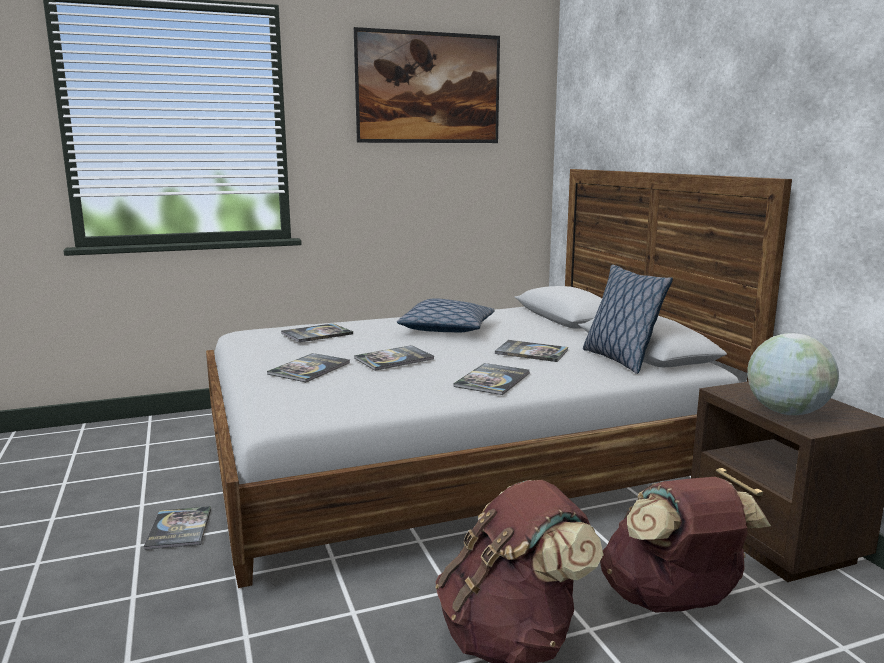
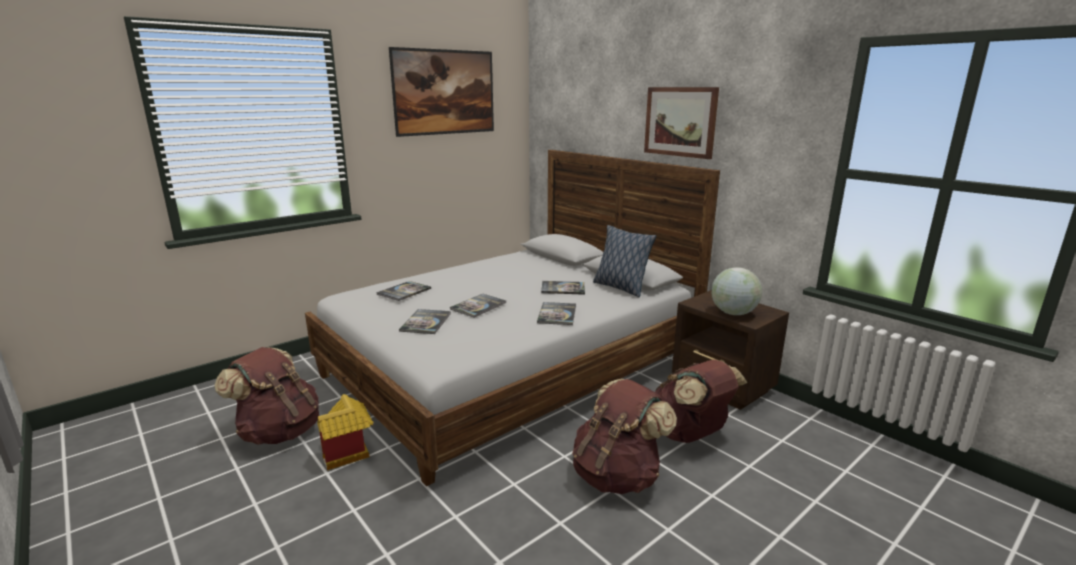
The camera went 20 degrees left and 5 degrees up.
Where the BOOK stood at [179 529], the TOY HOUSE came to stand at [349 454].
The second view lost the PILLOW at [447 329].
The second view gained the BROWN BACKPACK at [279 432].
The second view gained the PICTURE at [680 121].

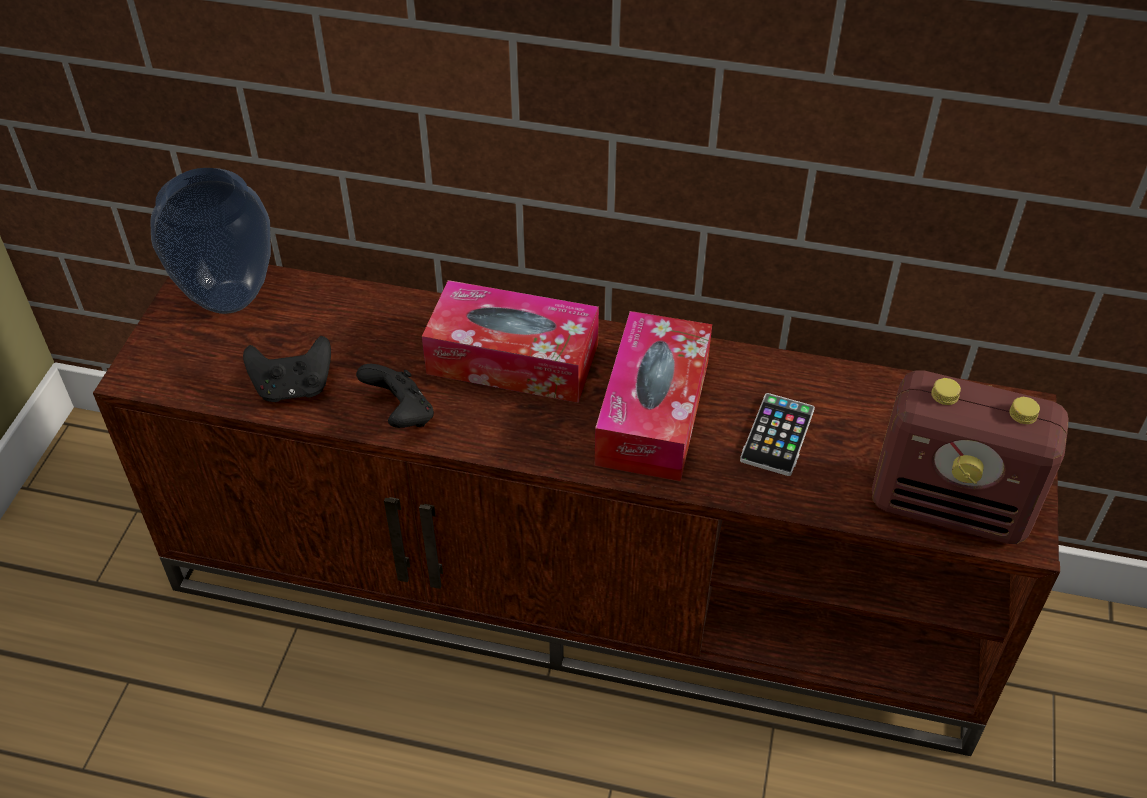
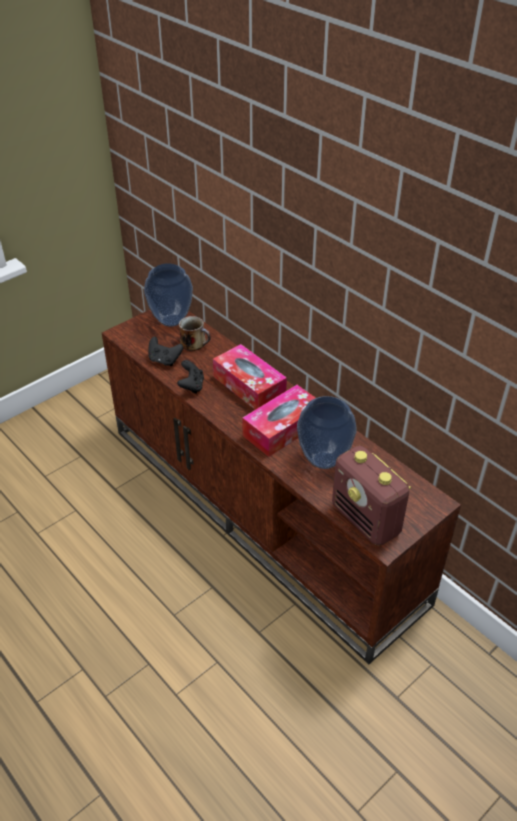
The camera went 35 degrees right and 5 degrees down.
Where the PHONE stood at [777 435], the VASE came to stand at [322 460].
The second view gained the MUG at [194 343].

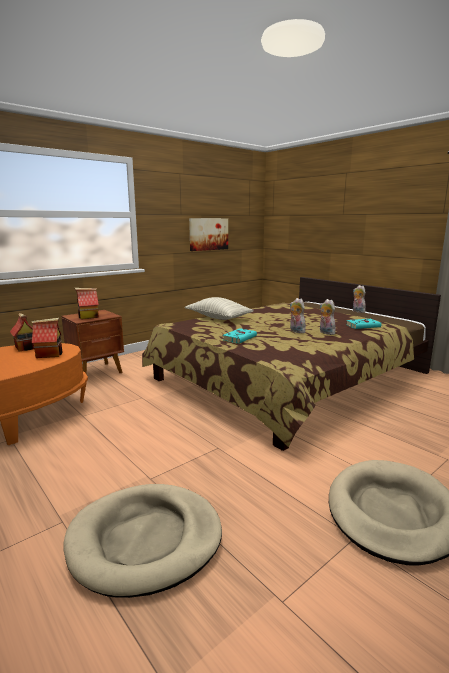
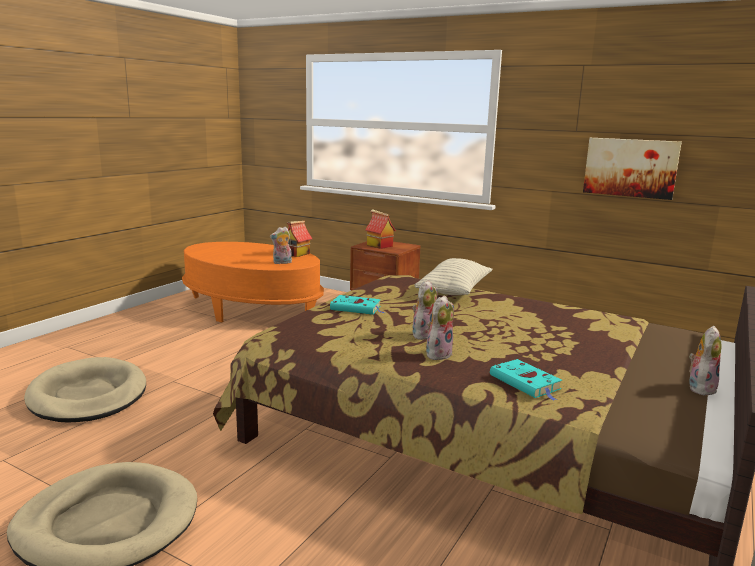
The camera went 70 degrees right and 0 degrees up.
Where the TOY HOUSE stood at [50 354], the PLUSH TOY came to stand at [282 263].

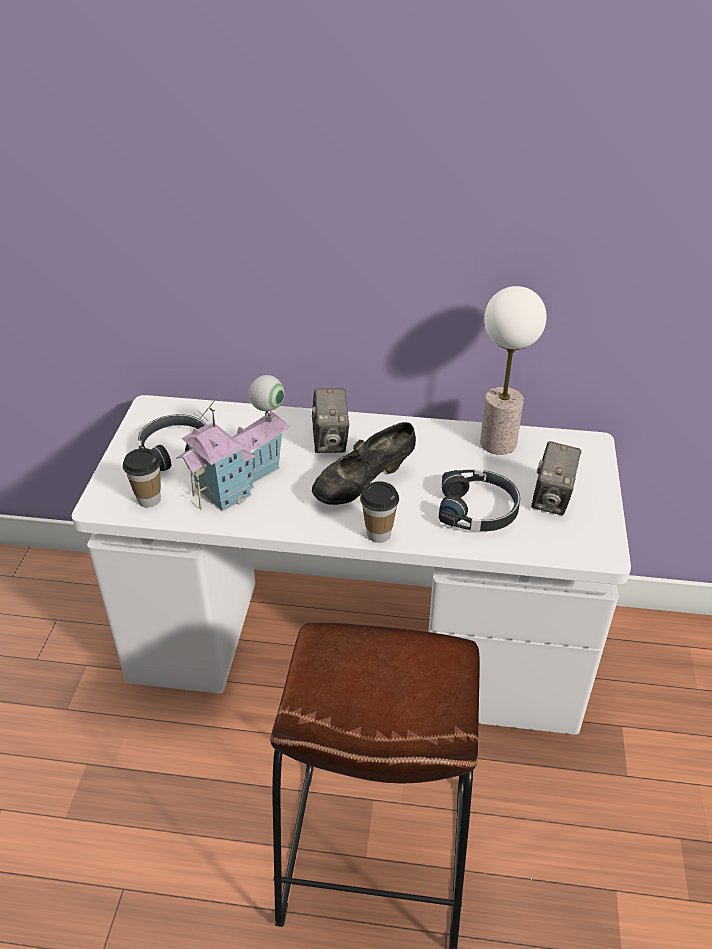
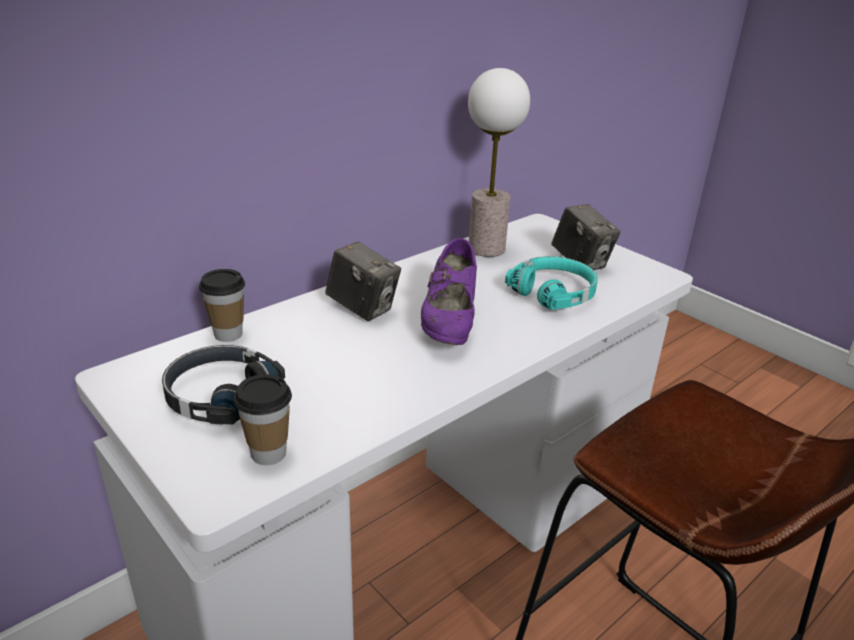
The camera went 50 degrees left and 10 degrees down.
The second view lost the TOY HOUSE at [240 482].
What was the BLACK SHOE at [363 485] turned into the PURPLE SHOE at [449 323].
The CUP ended up elsewhere, having gone from [378 534] to [228 334].
What was the BLACK HEADPHONES at [478 509] turned into the TURQUOISE HEADPHONES at [554 292].

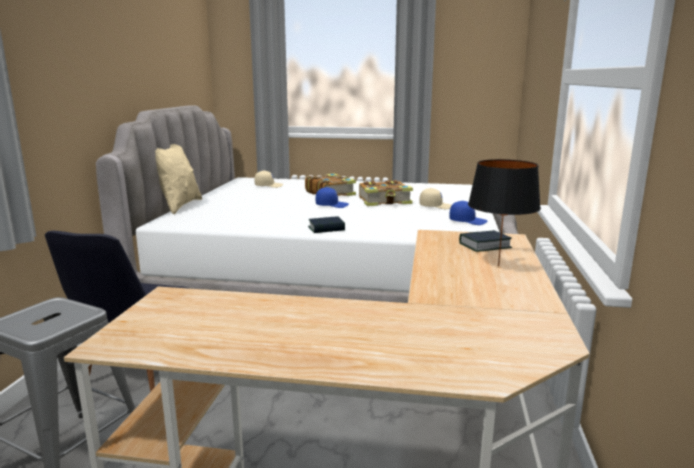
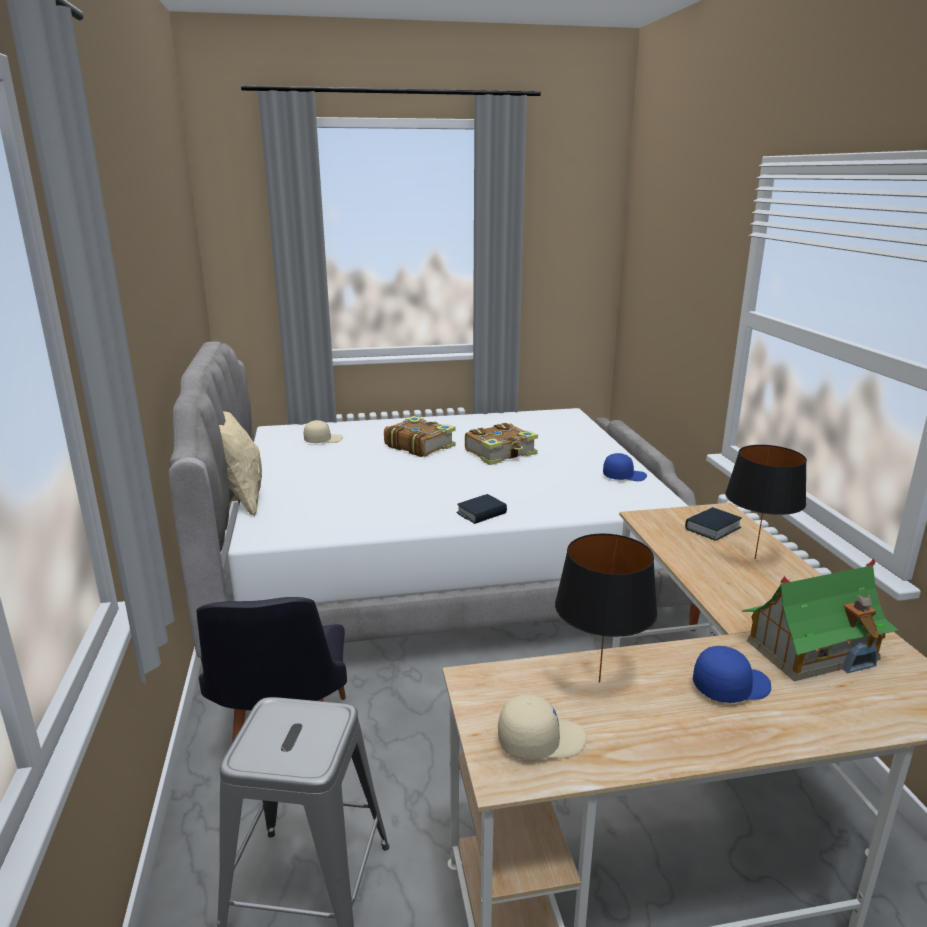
The camera went 20 degrees left and 5 degrees up.
The BLUE CAP ended up elsewhere, having gone from [332 205] to [730 686].
The BEIGE CAP ended up elsewhere, having gone from [435 206] to [540 740].
The second view gained the BLACK TABLE LAMP at [598 681].
The second view gained the TOY HOUSE at [813 649].

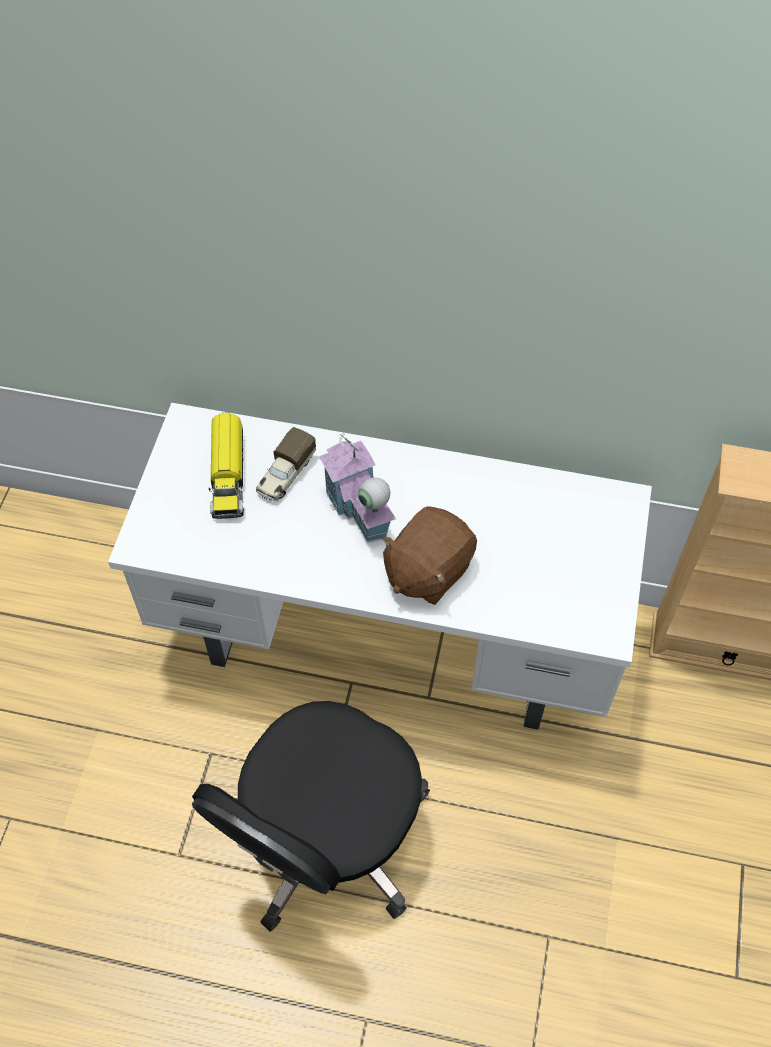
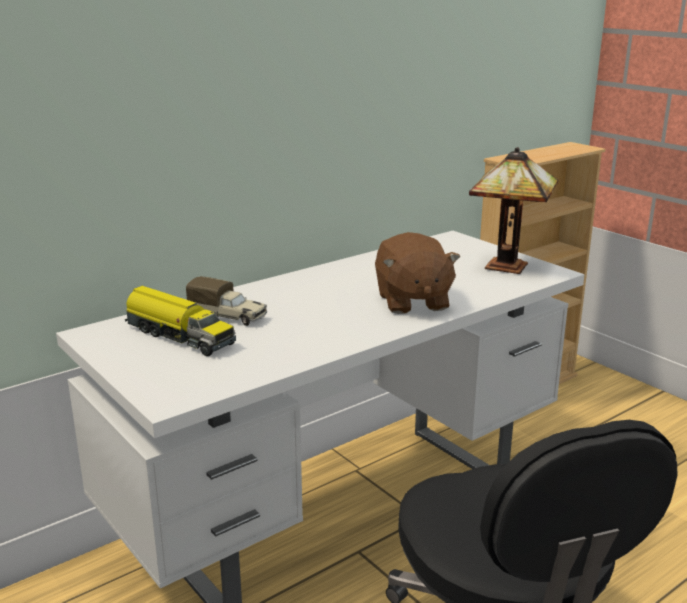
The camera went 50 degrees left and 35 degrees down.
The TOY TRUCK at [285 475] ended up facing another way, 45 degrees counterclockwise from before.
The second view lost the TOY HOUSE at [358 510].
The second view gained the TABLE LAMP at [510 266].

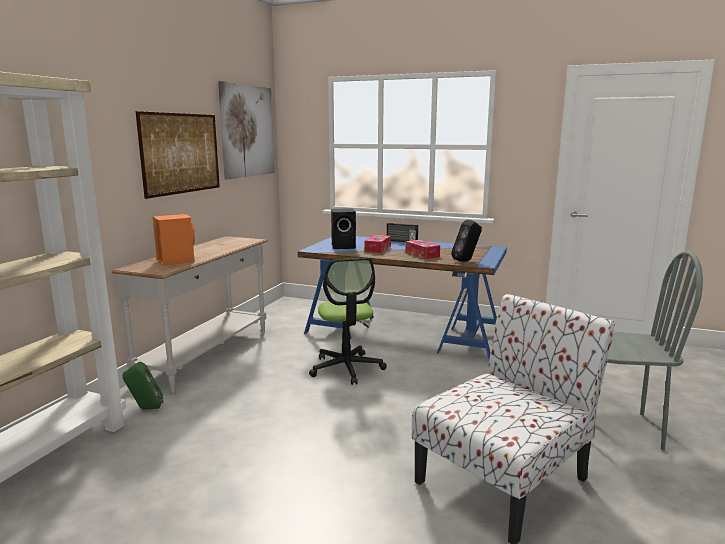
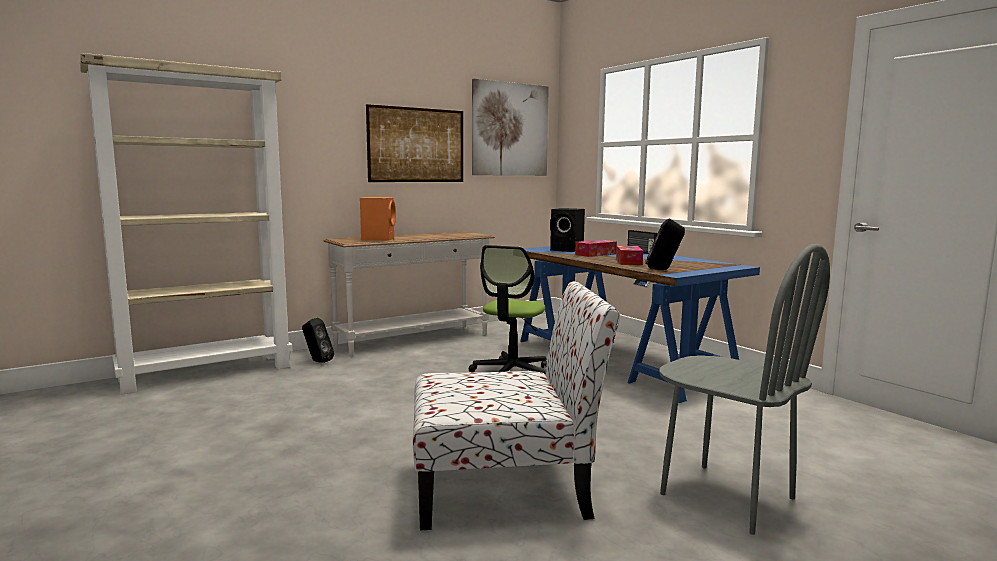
The camera went 35 degrees right and 5 degrees down.
What was the GREEN SPEAKER at [145 409] turned into the BLACK SPEAKER at [317 361].

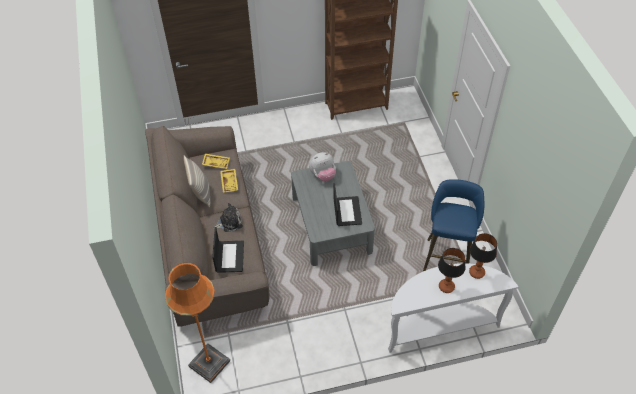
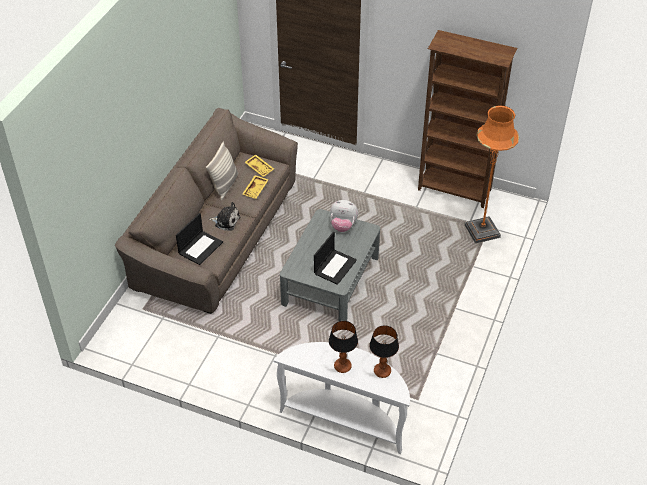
The camera went 35 degrees right and 5 degrees down.
The ORANGE FLOOR LAMP ended up elsewhere, having gone from [209 363] to [482 231].
The second view lost the BLUE STOOL at [447 256].

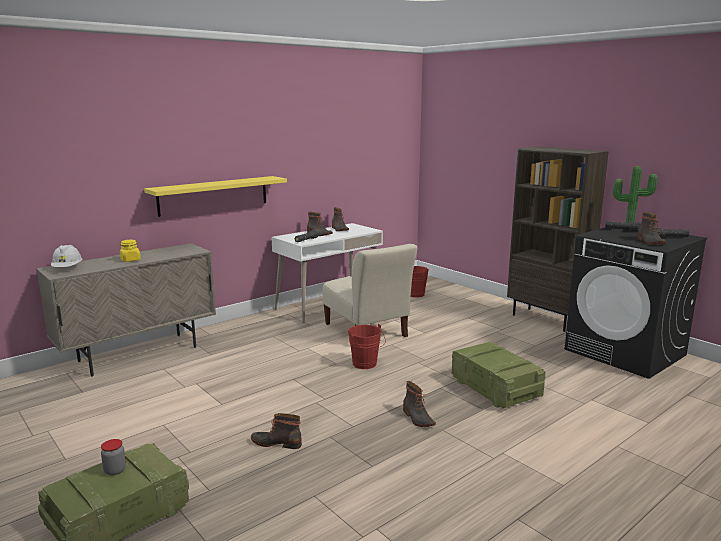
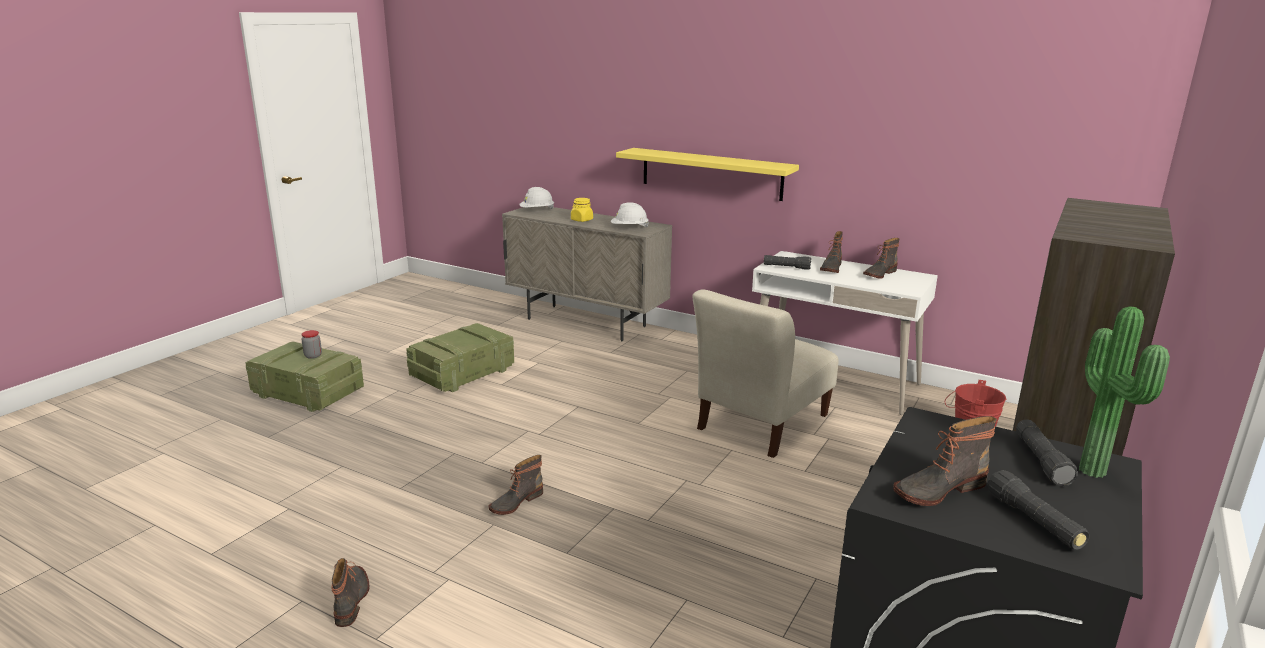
The camera went 70 degrees right and 5 degrees up.
The BOOT ended up elsewhere, having gone from [276 442] to [352 599].
The second view lost the RED BUCKET at [366 365].
The CRATE ended up elsewhere, having gone from [496 389] to [462 374].
The second view gained the WHITE HARD HAT at [629 228].

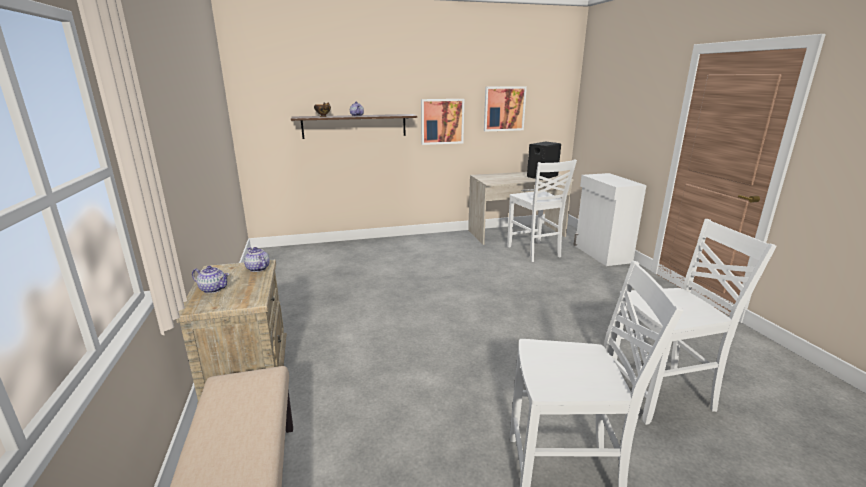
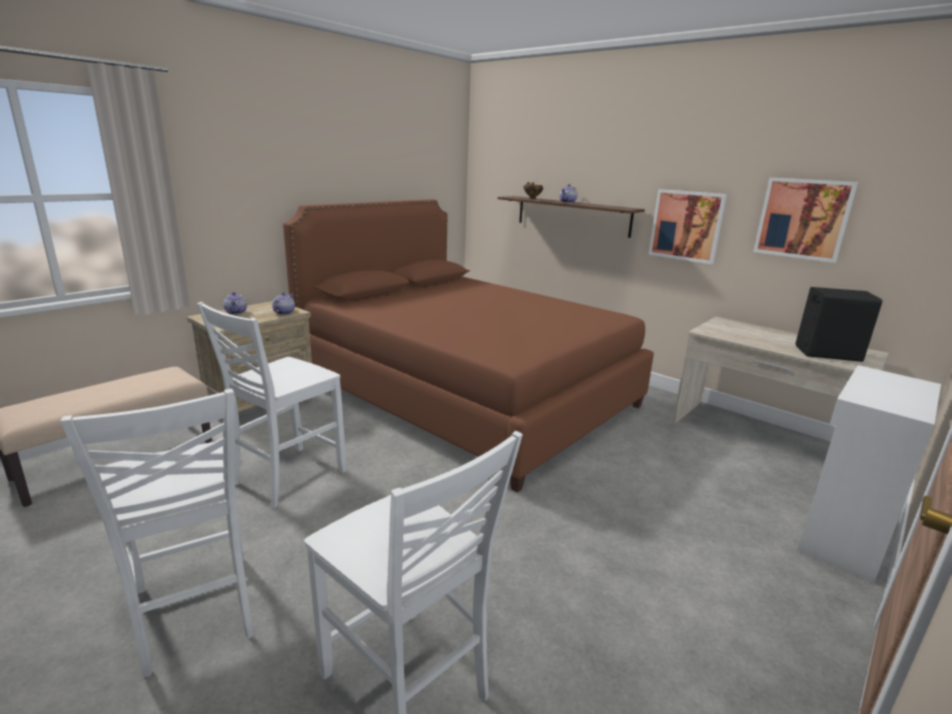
The camera went 55 degrees right and 0 degrees up.
The WHITE CHAIR ended up elsewhere, having gone from [534 252] to [287 477].
The second view gained the BROWN BED at [466 393].

